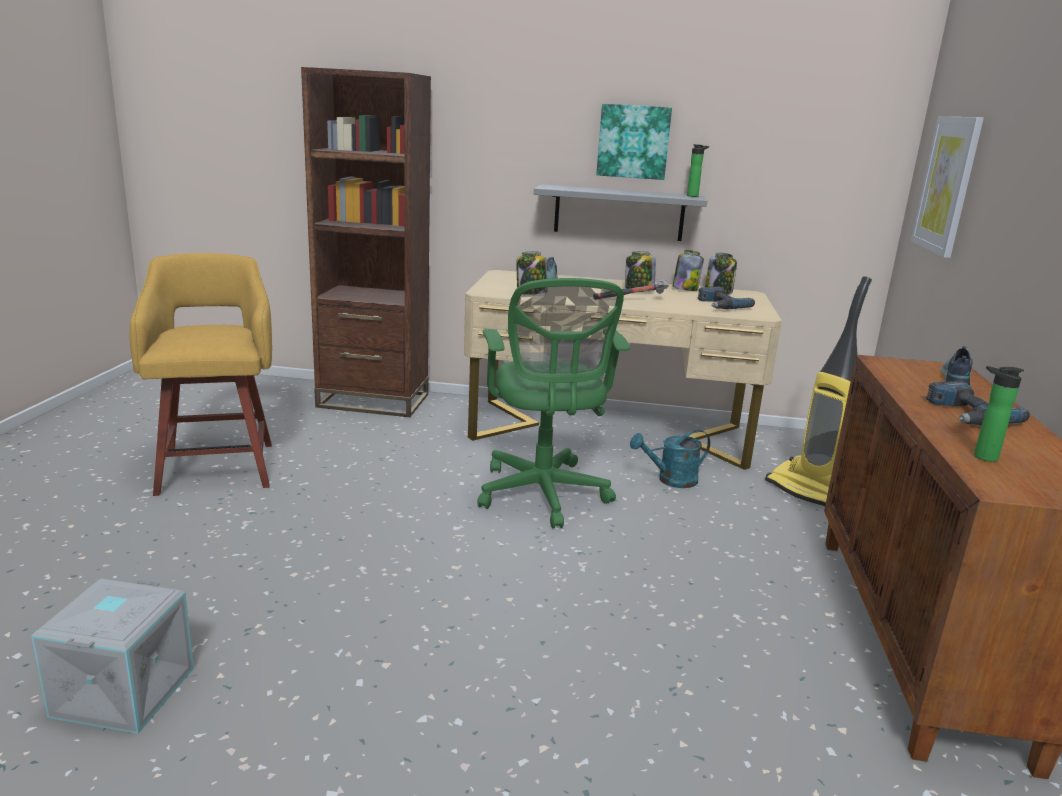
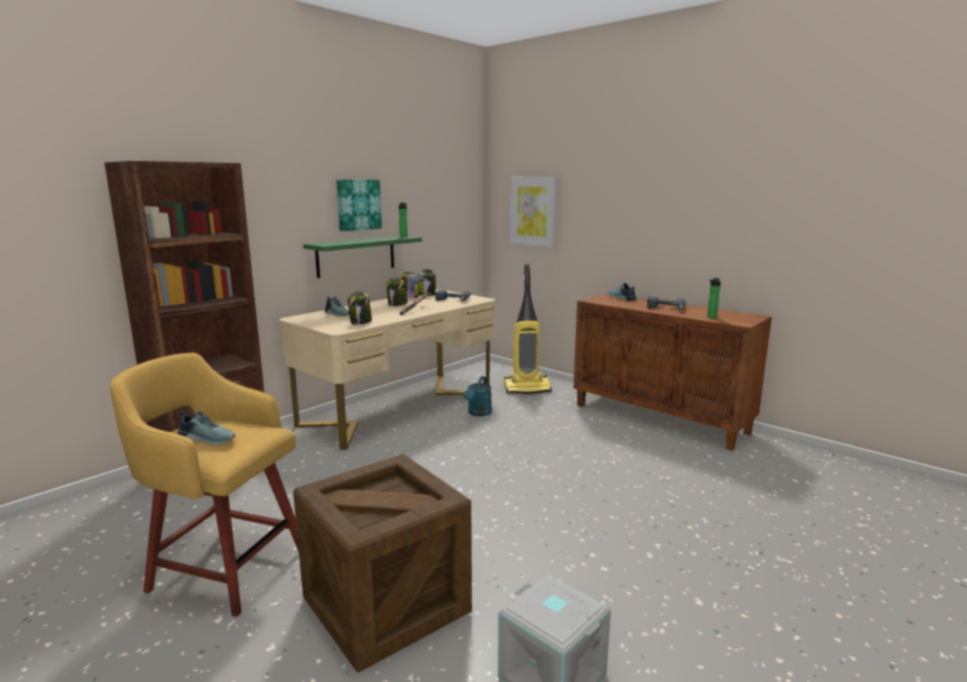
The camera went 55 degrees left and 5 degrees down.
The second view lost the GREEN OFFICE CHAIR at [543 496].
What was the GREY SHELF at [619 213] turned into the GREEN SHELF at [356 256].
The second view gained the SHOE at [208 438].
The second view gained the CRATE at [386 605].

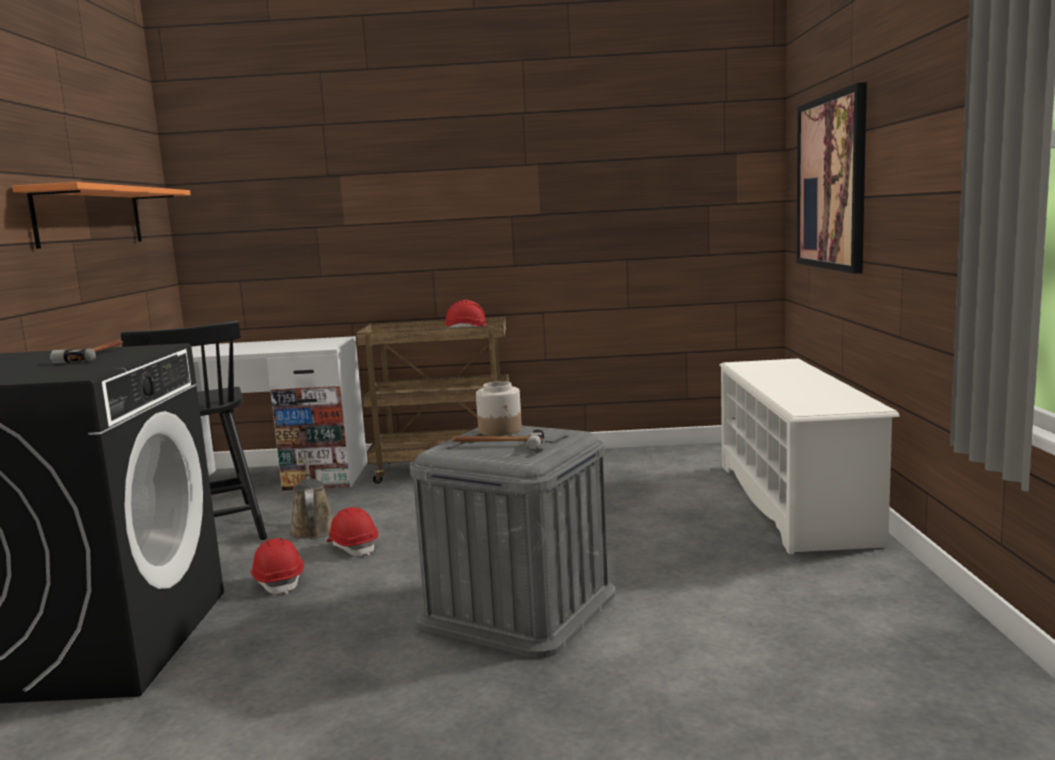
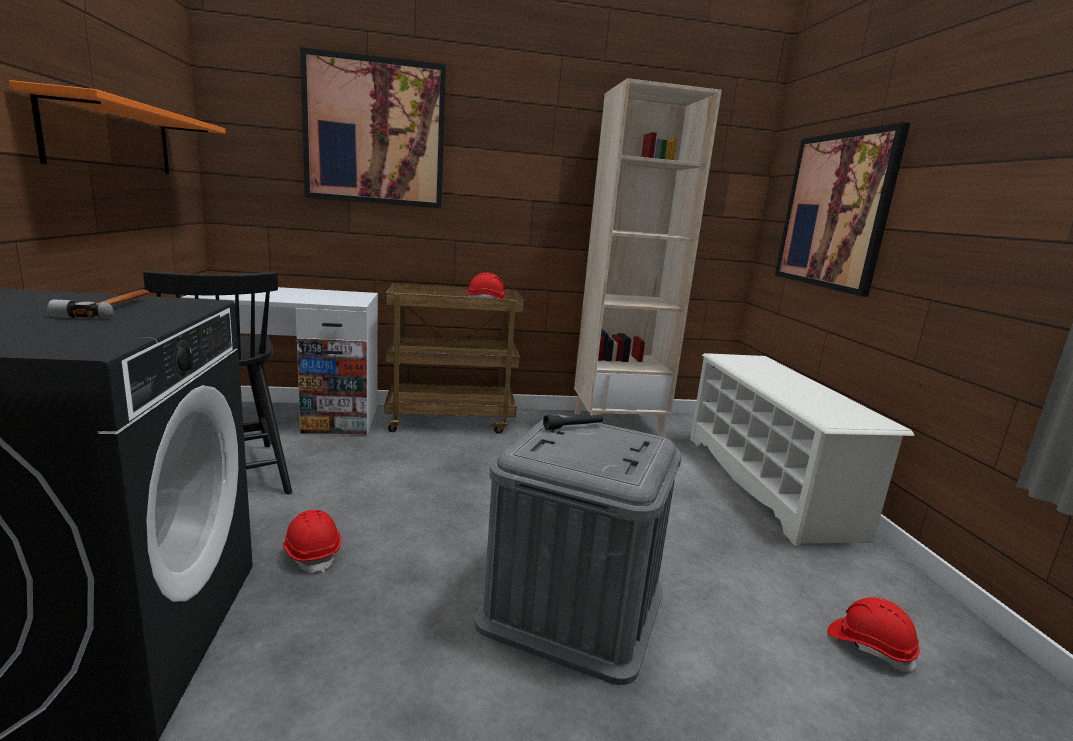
The camera went 10 degrees left and 5 degrees up.
The second view lost the BROWN WATERING CAN at [312 529].
The RED HARD HAT ended up elsewhere, having gone from [353 547] to [869 646].
The second view lost the HAMMER at [497 445].
Where the JAR stood at [500 430], the BLACK FLASHLIGHT came to stand at [573 427].
The second view gained the PICTURE at [375 132].
The second view gained the BEIGE BOOKCASE at [617 424].

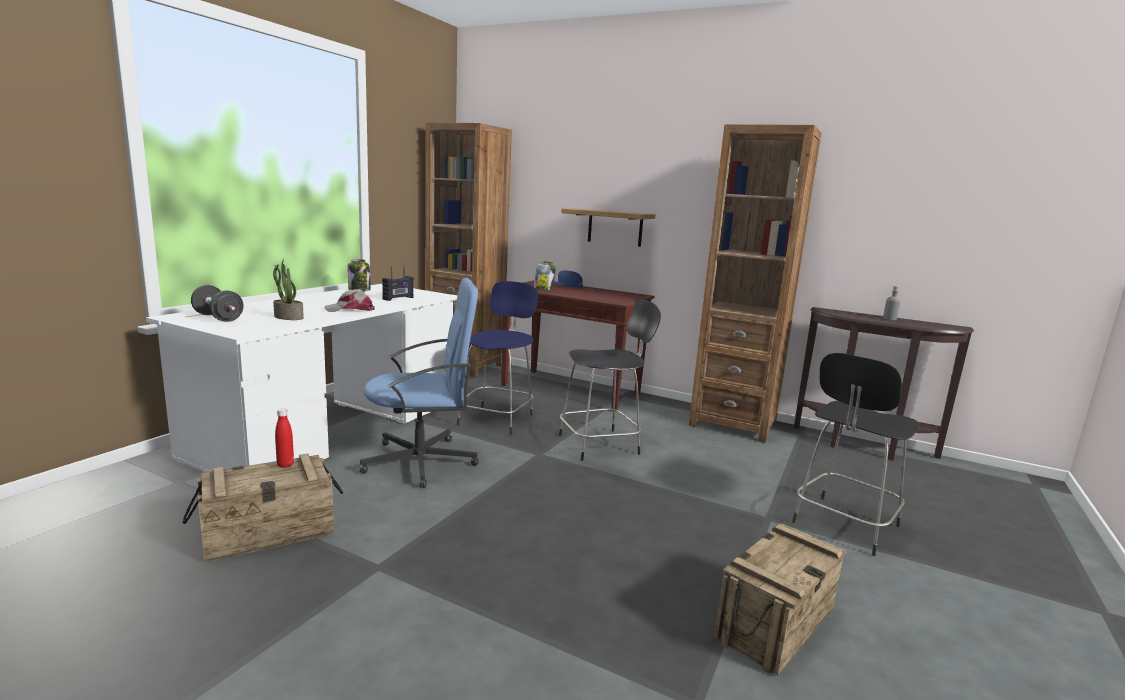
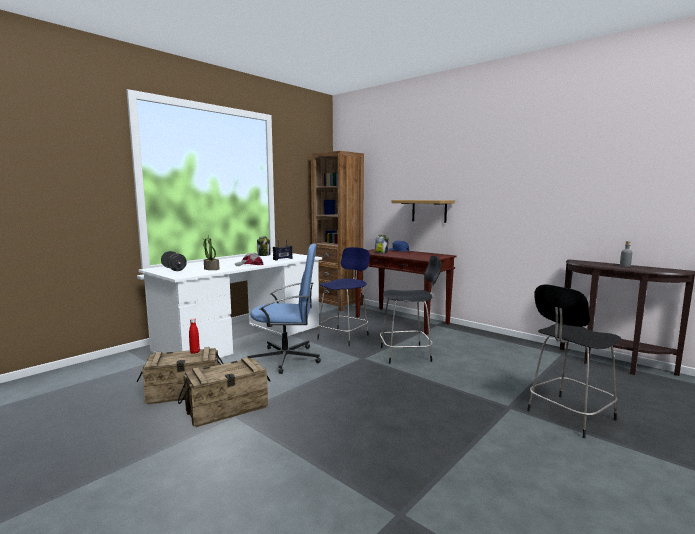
The camera went 15 degrees right and 5 degrees down.
The second view lost the BROWN BOOKCASE at [733 424].
The CRATE ended up elsewhere, having gone from [774 624] to [227 409].

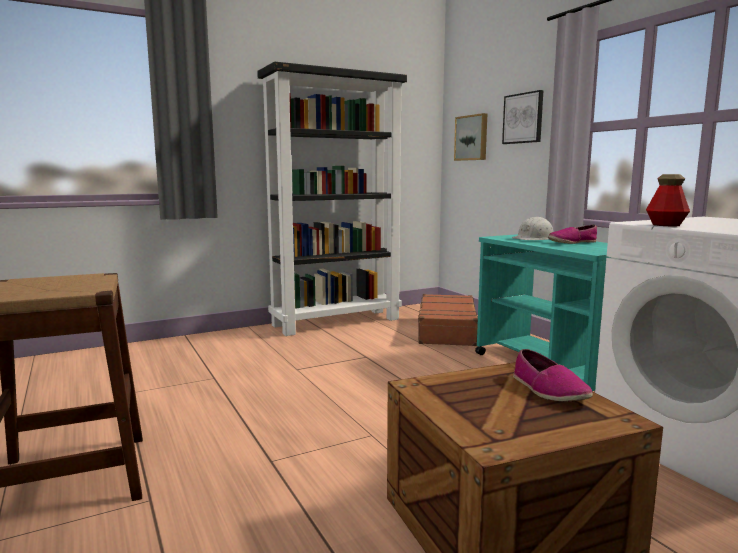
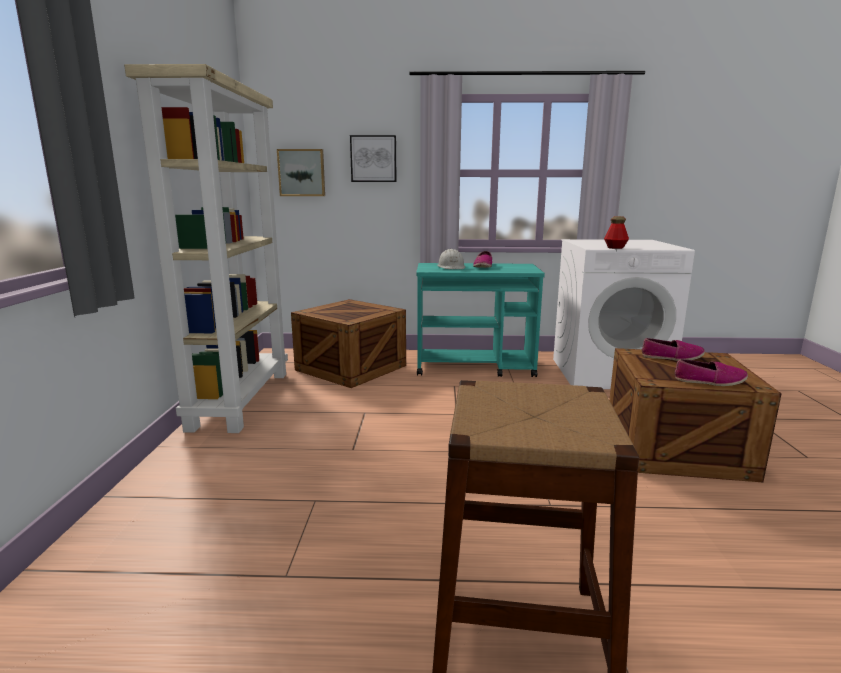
The camera went 60 degrees left and 5 degrees up.
What was the BLACK BOOKCASE at [337 322] turned into the BEIGE BOOKCASE at [240 399].
Where the BROWN SUITCASE stood at [448 330], the CRATE came to stand at [349 368].
The second view gained the SHOE at [709 381].

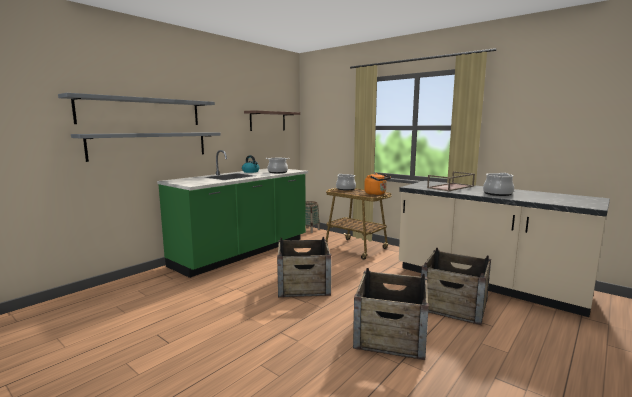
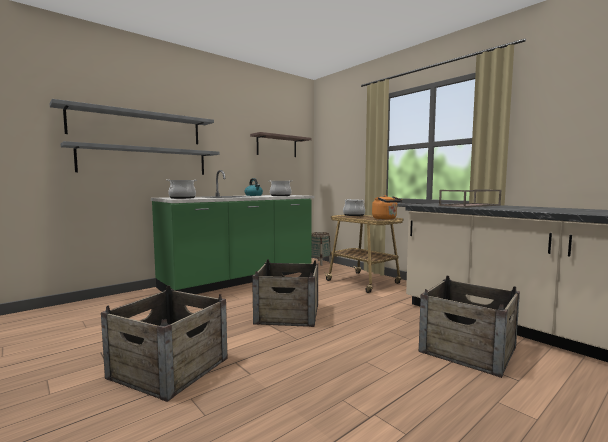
The camera went 10 degrees right and 5 degrees down.
The CRATE ended up elsewhere, having gone from [391 335] to [169 368].
The COOKING POT ended up elsewhere, having gone from [497 193] to [182 198].

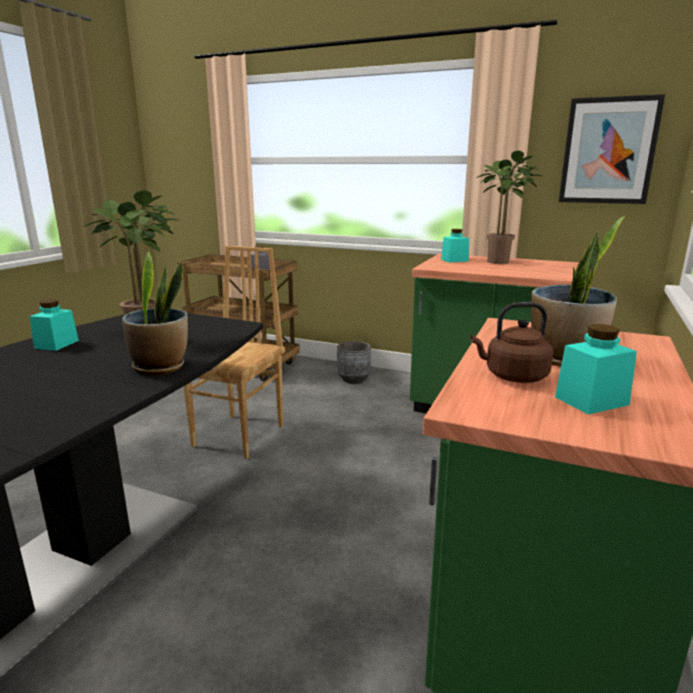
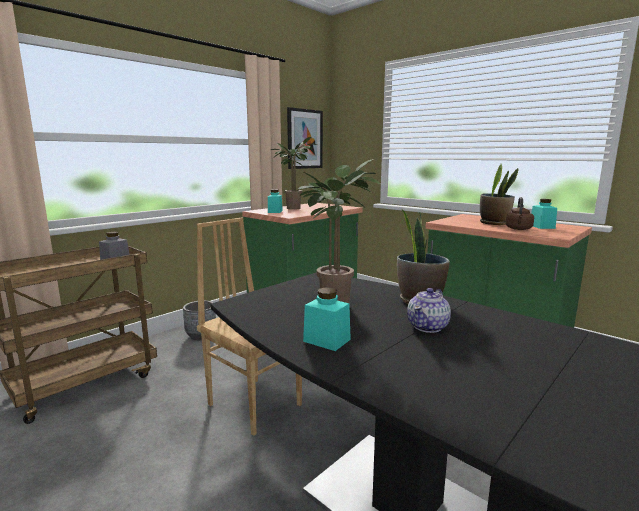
The camera went 70 degrees left and 5 degrees down.
The second view gained the TEAPOT at [428 326].

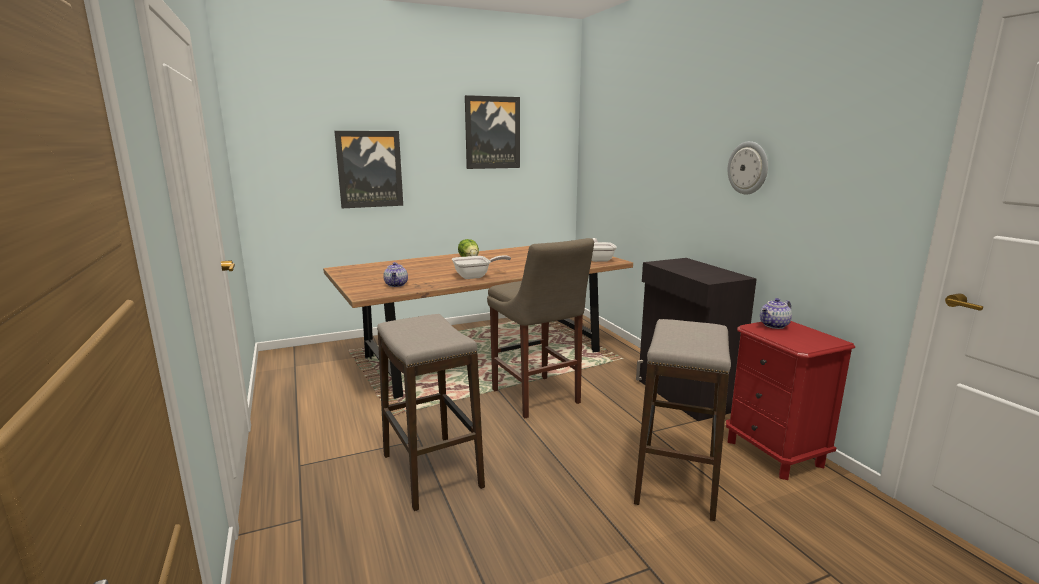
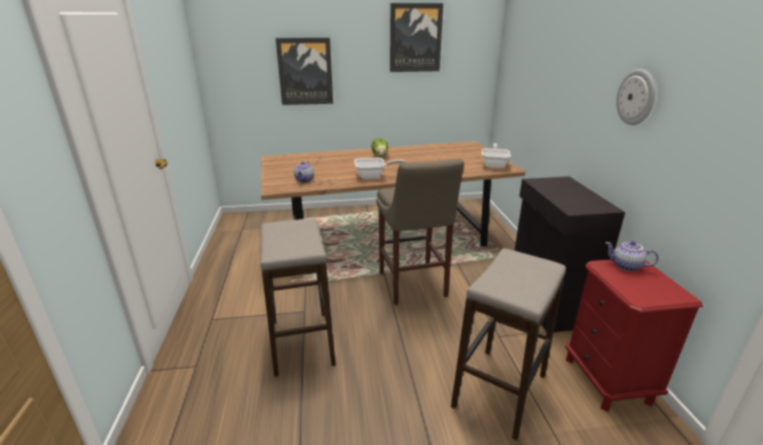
The camera went 15 degrees right and 10 degrees up.
The TEAPOT at [774 326] ended up facing another way, 45 degrees clockwise from before.

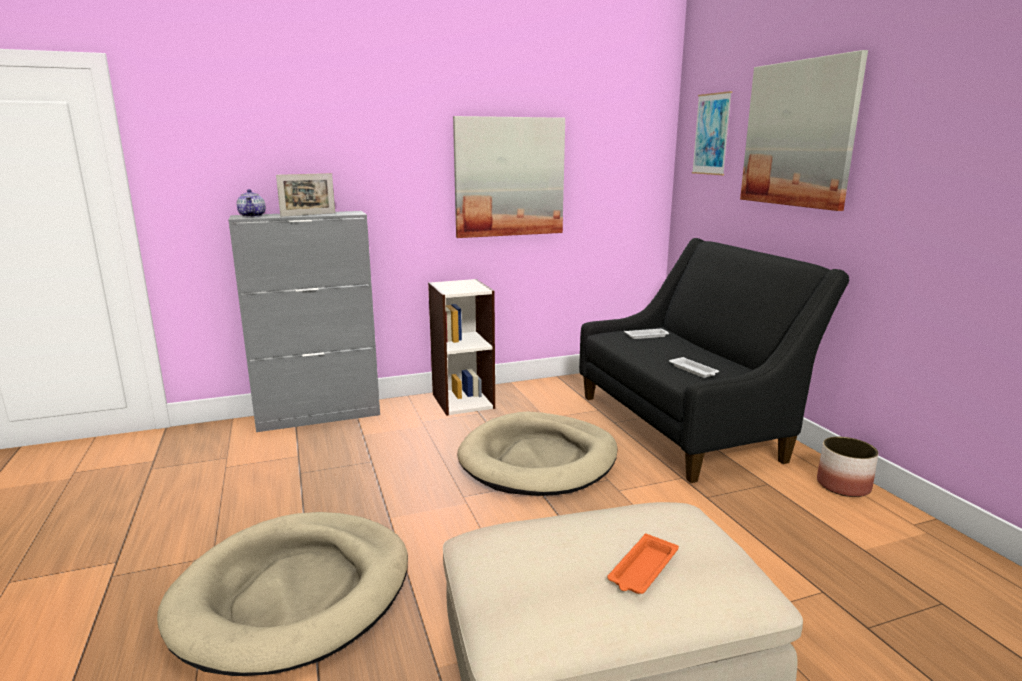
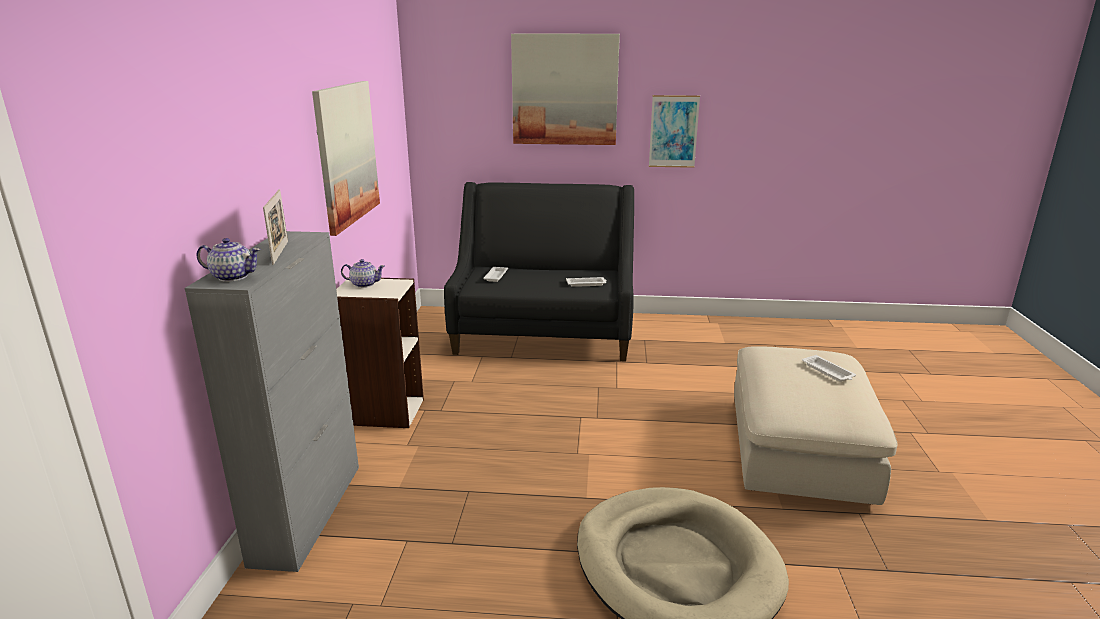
The camera went 65 degrees left and 5 degrees up.
The second view lost the BEIGE DOG BED at [538 459].
What was the ORANGE TRAY at [642 570] turned into the WHITE TRAY at [828 372].
The PICTURE ended up elsewhere, having gone from [711 134] to [673 131].
The second view lost the PLANTER at [844 486].
The second view gained the TEAPOT at [364 284].

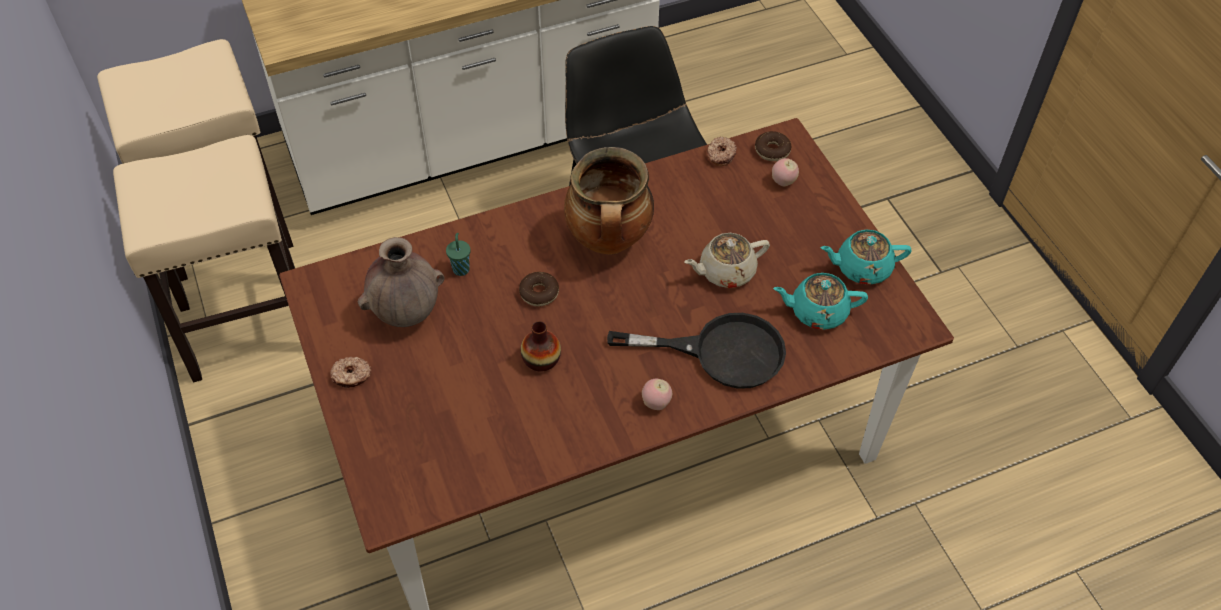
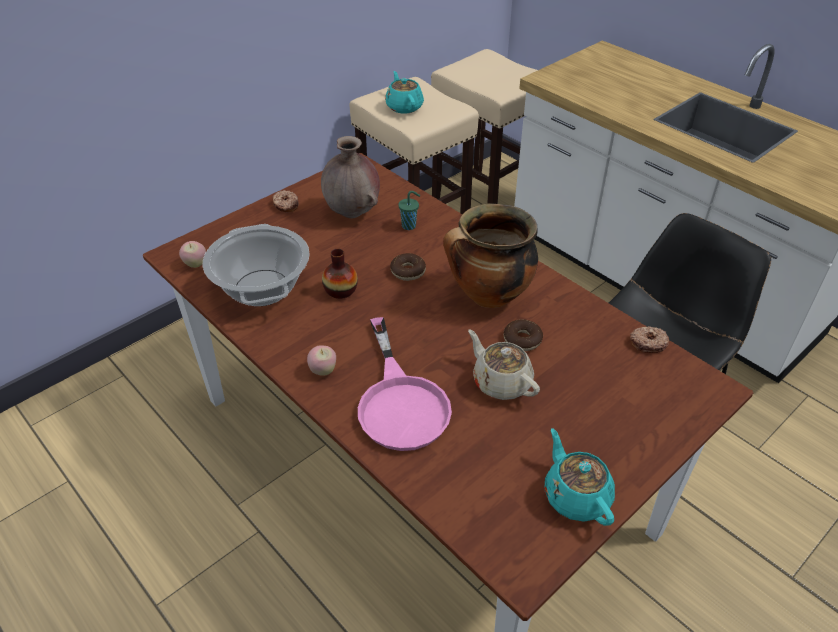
The camera went 70 degrees right and 10 degrees down.
What was the BLACK FRYING PAN at [721 352] turned into the PINK FRYING PAN at [400 402].
The DONUT ended up elsewhere, having gone from [772 150] to [522 340].
The APPLE ended up elsewhere, having gone from [783 182] to [195 264].
The TURQUOISE TEAPOT ended up elsewhere, having gone from [817 311] to [404 106].
The second view gained the COOKING POT at [262 288].

